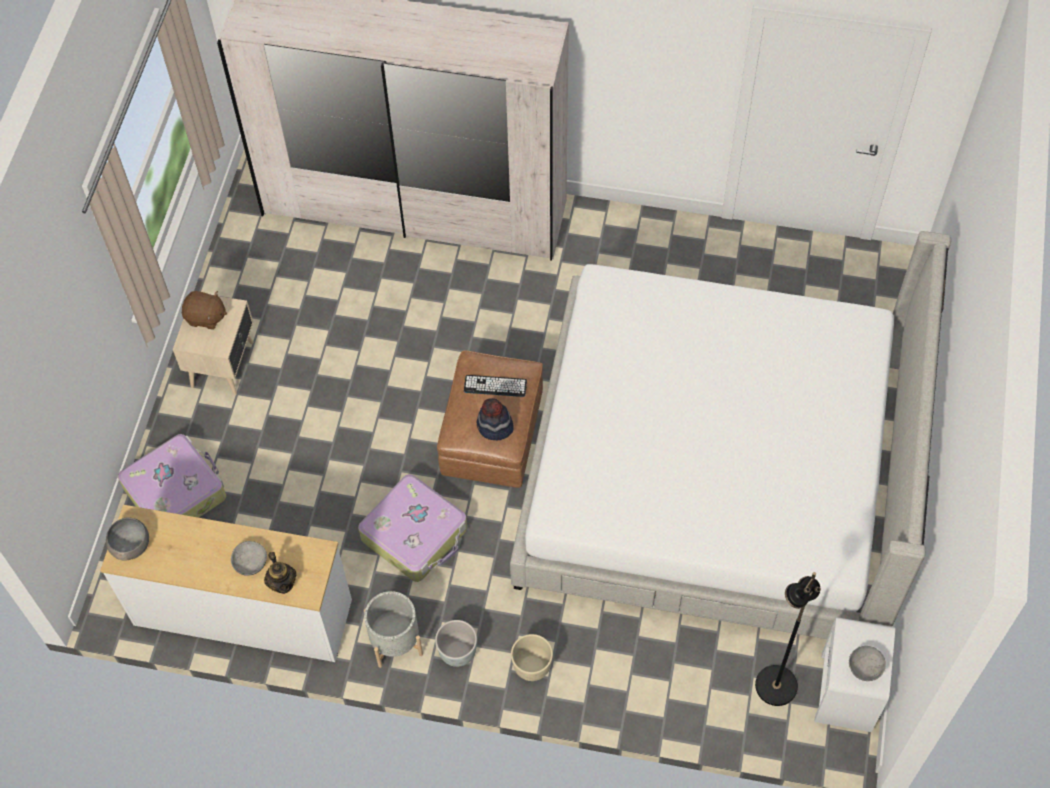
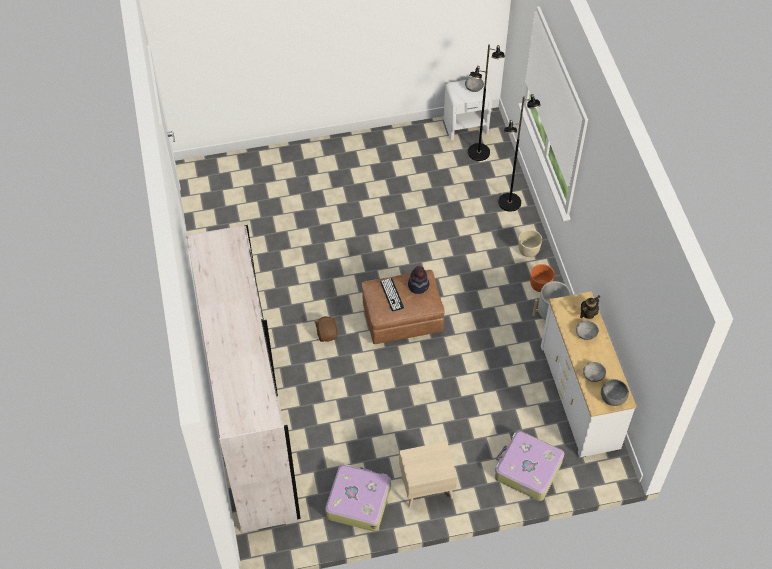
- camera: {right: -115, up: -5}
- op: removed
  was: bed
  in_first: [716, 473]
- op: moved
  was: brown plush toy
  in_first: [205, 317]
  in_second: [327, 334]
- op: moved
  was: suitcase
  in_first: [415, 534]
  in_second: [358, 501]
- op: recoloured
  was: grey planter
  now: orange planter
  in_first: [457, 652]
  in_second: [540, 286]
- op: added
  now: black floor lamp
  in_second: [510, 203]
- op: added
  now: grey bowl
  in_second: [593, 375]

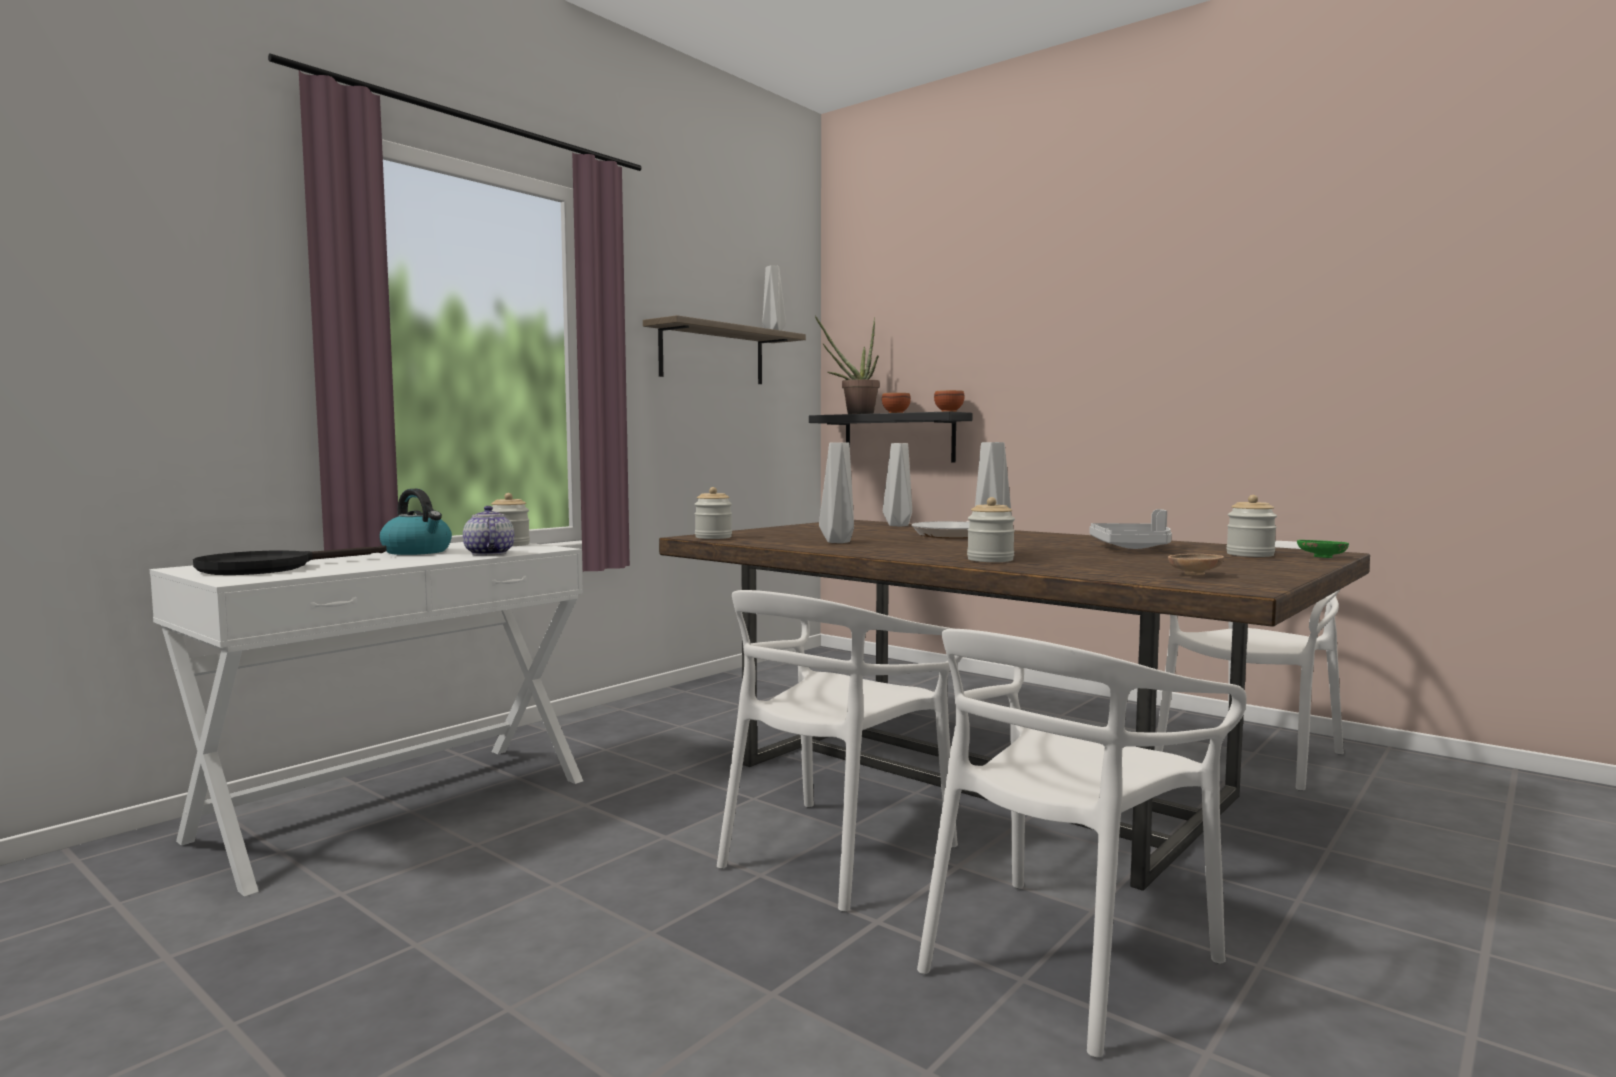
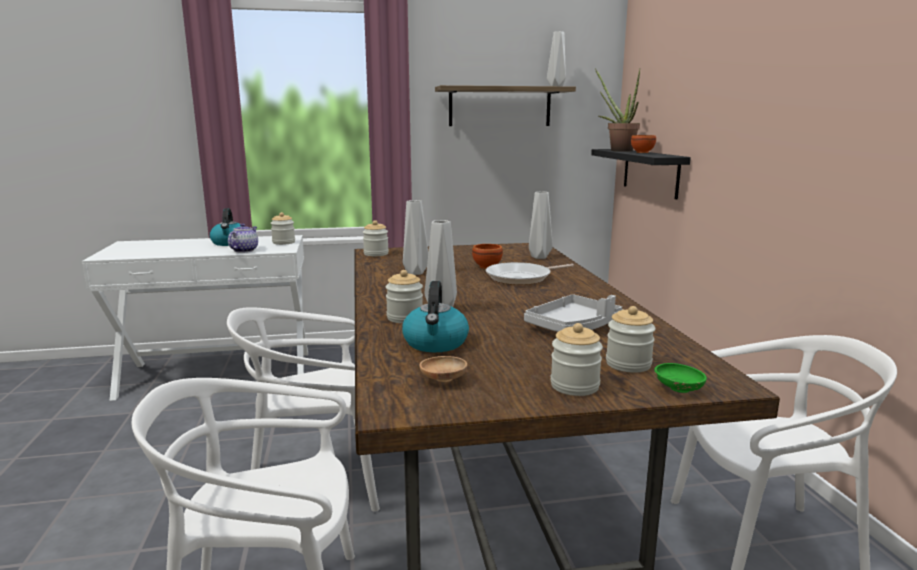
- camera: {right: 40, up: 10}
- op: moved
  was: brown bowl
  in_first: [947, 412]
  in_second: [486, 267]
- op: removed
  was: black frying pan
  in_first: [270, 568]
- op: added
  now: kettle
  in_second: [436, 343]
- op: added
  now: jar
  in_second: [574, 386]

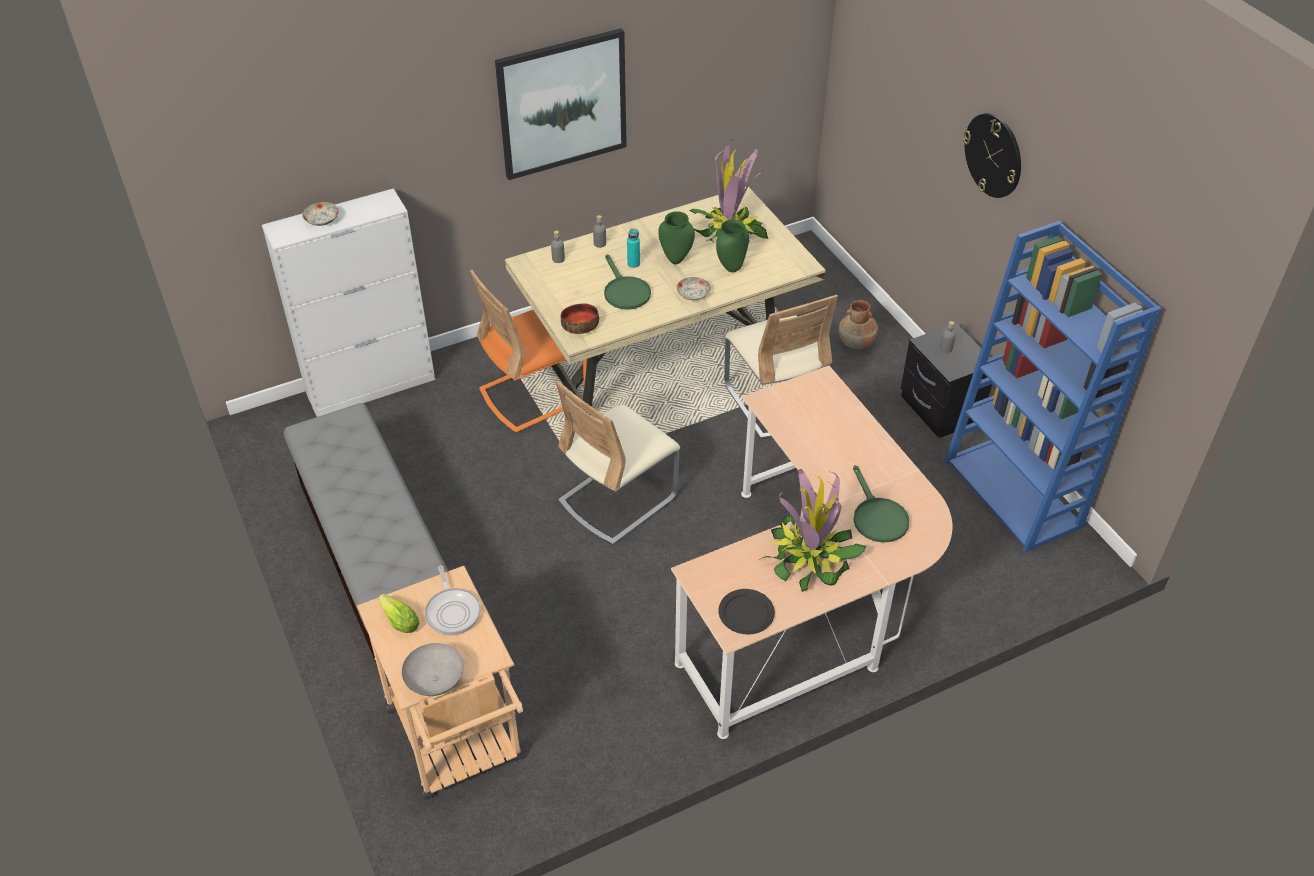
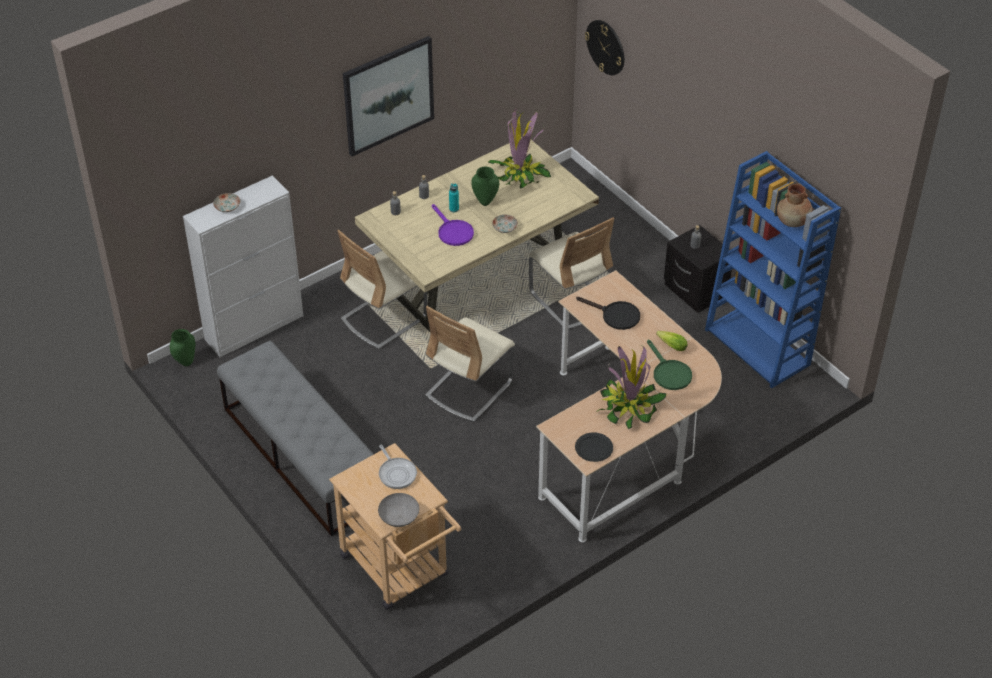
- camera: {right: -10, up: 0}
- op: moved
  was: wall clock
  in_first: [993, 155]
  in_second: [606, 47]
- op: moved
  was: green vase
  in_first: [730, 267]
  in_second: [185, 362]
- op: recoloured
  was: green frying pan
  now: purple frying pan
  in_first: [624, 291]
  in_second: [453, 232]
- op: recoloured
  was: orange chair
  now: beige chair
  in_first: [533, 395]
  in_second: [384, 318]
- op: moved
  was: brown vase
  in_first: [856, 343]
  in_second: [793, 221]
- op: removed
  was: bowl
  in_first: [580, 325]
- op: moved
  was: lettuce
  in_first: [398, 619]
  in_second: [670, 345]
- op: added
  now: black frying pan
  in_second: [615, 316]

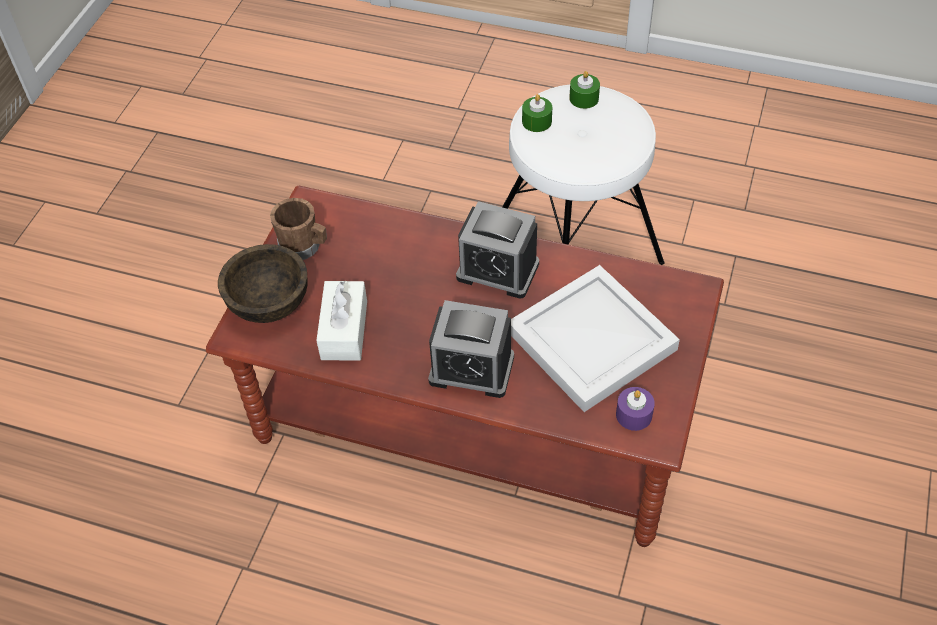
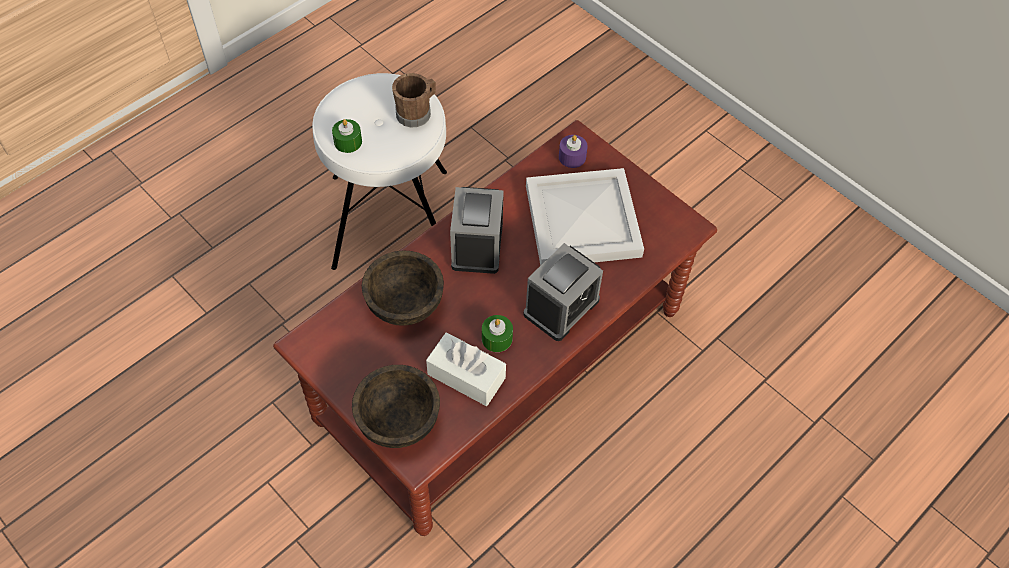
- camera: {right: -65, up: 5}
- op: moved
  was: green candle
  in_first: [584, 98]
  in_second: [497, 338]
- op: moved
  was: brown mug
  in_first: [304, 247]
  in_second: [417, 112]
- op: turned
  was: alarm clock
  in_first: [497, 270]
  in_second: [477, 245]
  clockwise: 135
- op: moved
  was: purple candle
  in_first: [634, 415]
  in_second: [572, 157]
- op: added
  now: brown bowl
  in_second: [404, 303]

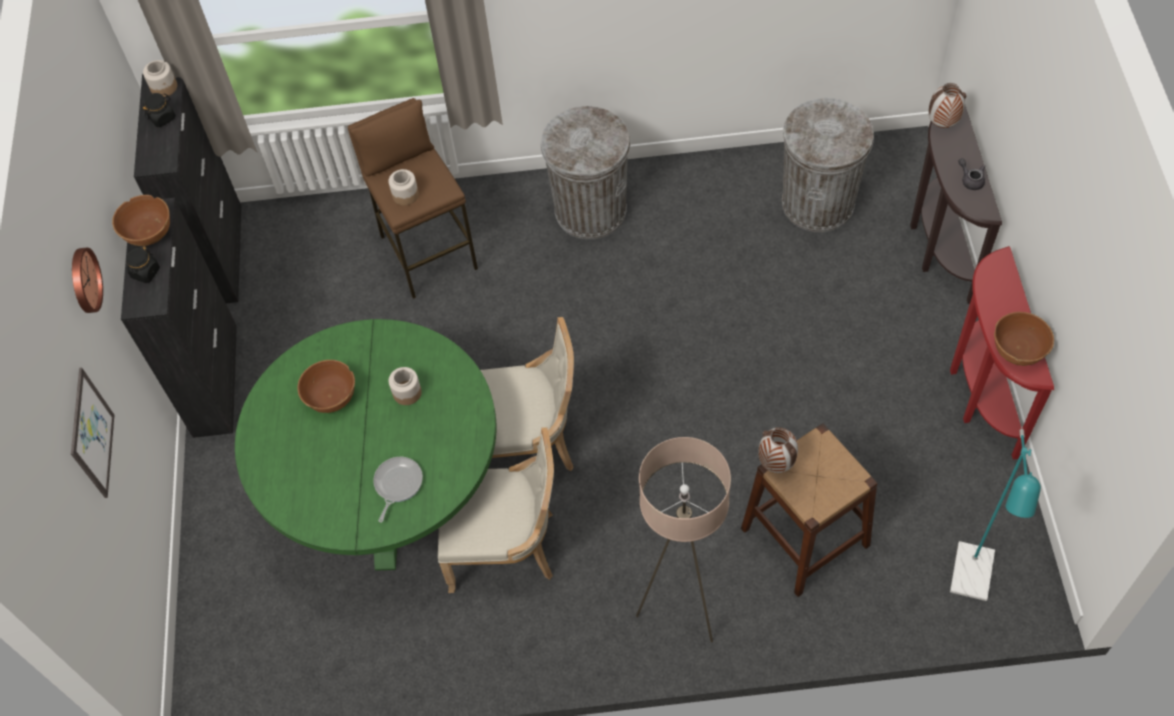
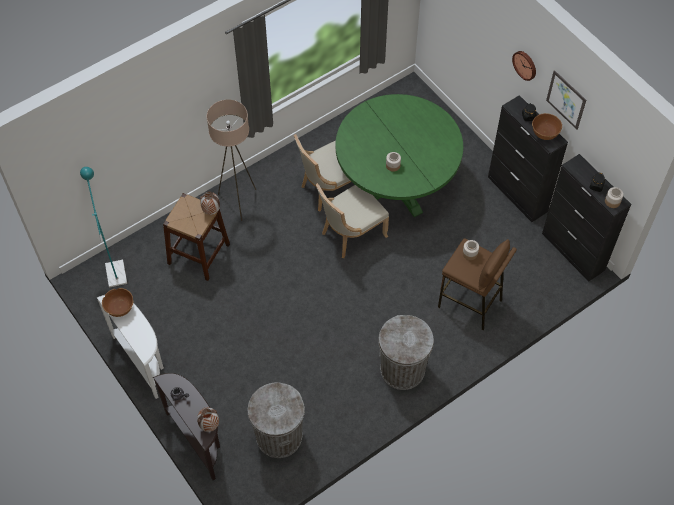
- camera: {right: 145, up: 0}
- op: recoloured
  was: red console table
  now: white console table
  in_first: [979, 395]
  in_second: [143, 361]
- op: removed
  was: brown bowl
  in_first: [331, 396]
- op: moved
  was: picture
  in_first: [92, 433]
  in_second: [566, 100]
- op: removed
  was: frying pan
  in_first: [397, 484]

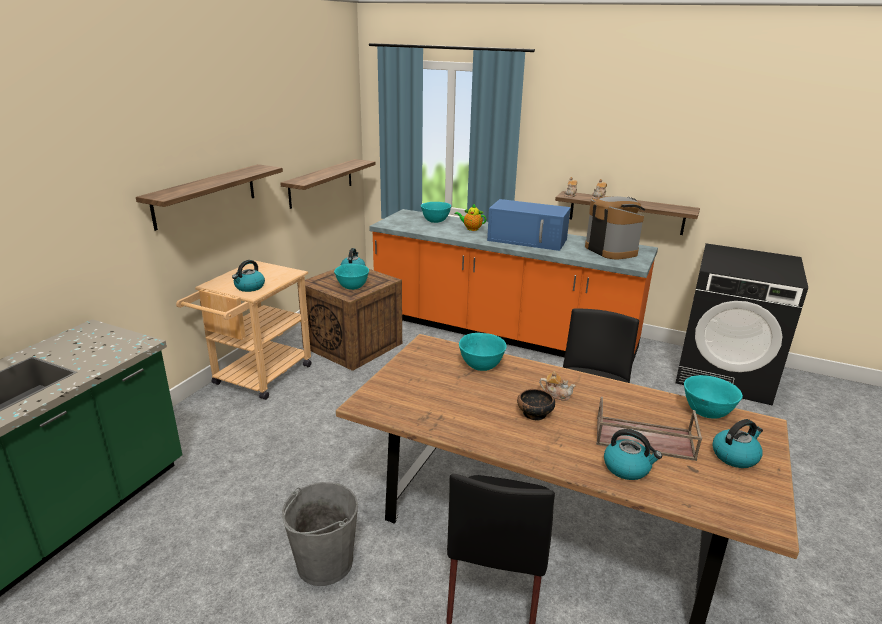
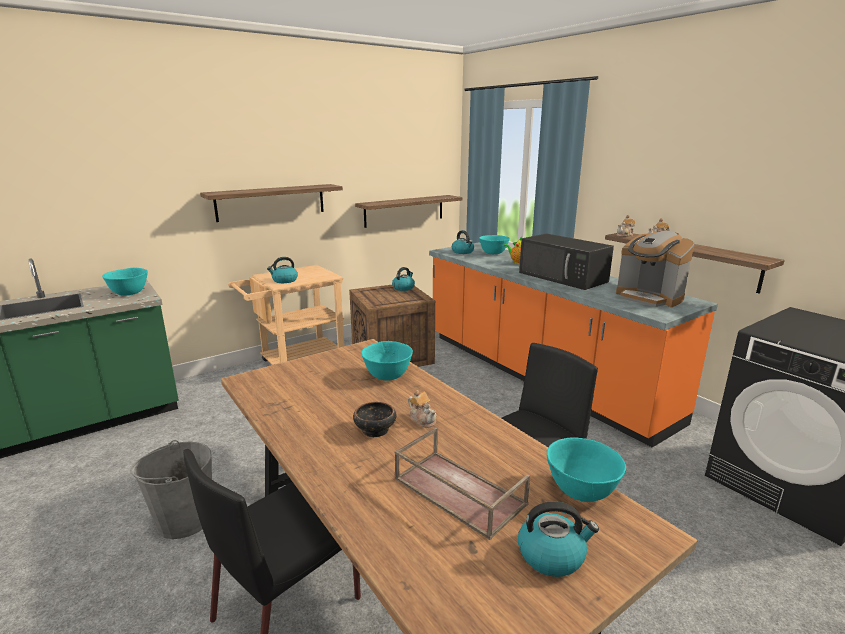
- camera: {right: 30, up: -5}
- op: turned
  was: coffee machine
  in_first: [611, 250]
  in_second: [649, 297]
  clockwise: 135
- op: recoloured
  was: blue microwave
  now: black microwave
  in_first: [528, 240]
  in_second: [564, 277]
- op: moved
  was: turquoise bowl
  in_first: [352, 286]
  in_second: [129, 293]
- op: moved
  was: kettle
  in_first: [627, 468]
  in_second: [463, 252]

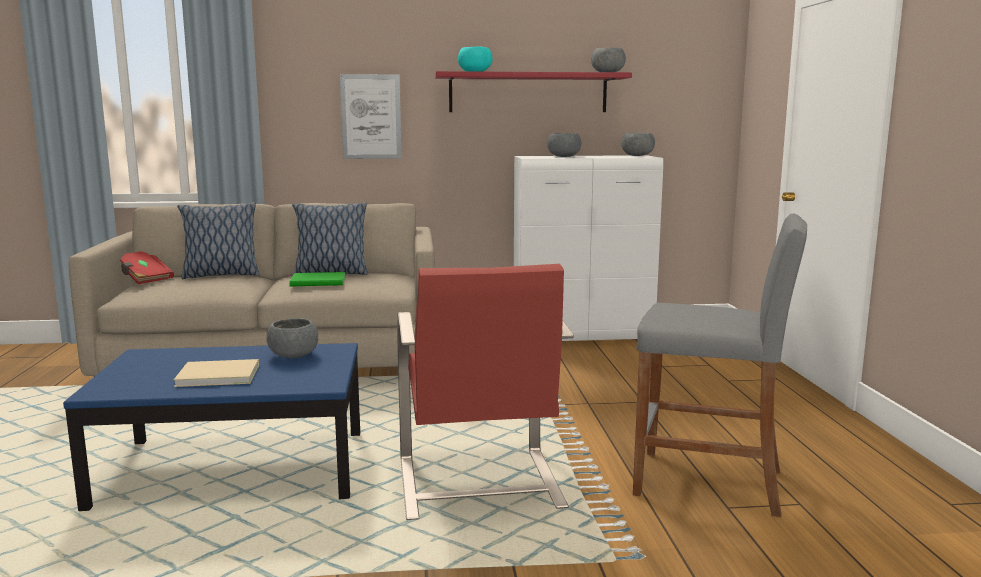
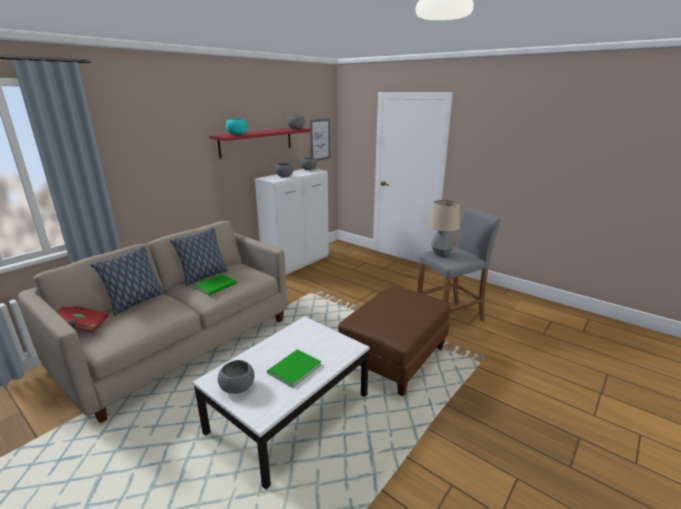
- camera: {right: -45, up: 10}
- op: moved
  was: picture
  in_first: [371, 117]
  in_second: [320, 139]
- op: replaced
  was: red armchair
  now: brown ottoman
  in_first: [479, 484]
  in_second: [394, 358]
- op: moved
  was: grey bowl
  in_first: [293, 356]
  in_second: [237, 388]
- op: recoloured
  was: blue coffee table
  now: white coffee table
  in_first: [235, 468]
  in_second: [289, 412]
- op: recoloured
  was: beige book
  now: green book
  in_first: [216, 375]
  in_second: [293, 369]
- op: added
  now: table lamp
  in_second: [441, 254]

